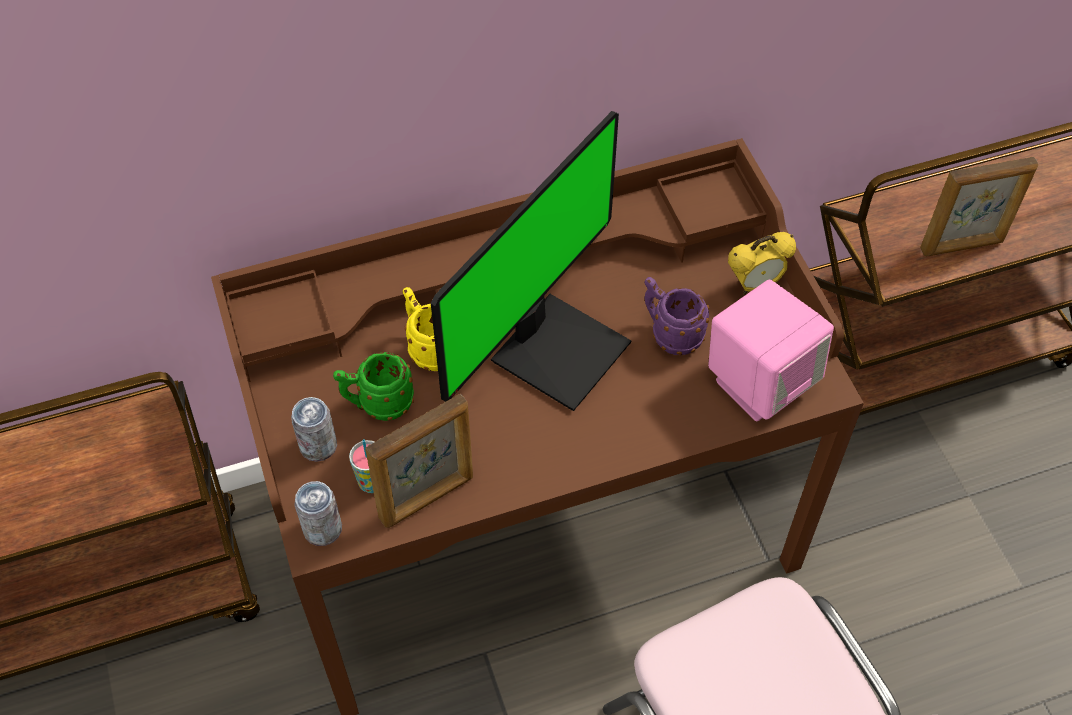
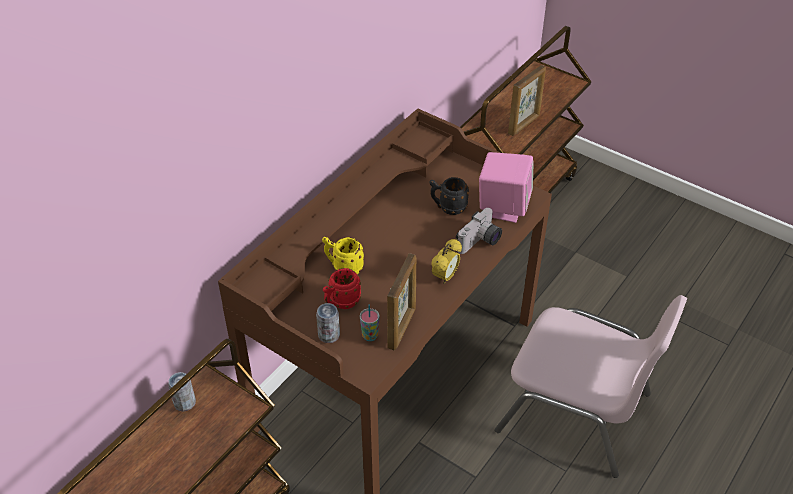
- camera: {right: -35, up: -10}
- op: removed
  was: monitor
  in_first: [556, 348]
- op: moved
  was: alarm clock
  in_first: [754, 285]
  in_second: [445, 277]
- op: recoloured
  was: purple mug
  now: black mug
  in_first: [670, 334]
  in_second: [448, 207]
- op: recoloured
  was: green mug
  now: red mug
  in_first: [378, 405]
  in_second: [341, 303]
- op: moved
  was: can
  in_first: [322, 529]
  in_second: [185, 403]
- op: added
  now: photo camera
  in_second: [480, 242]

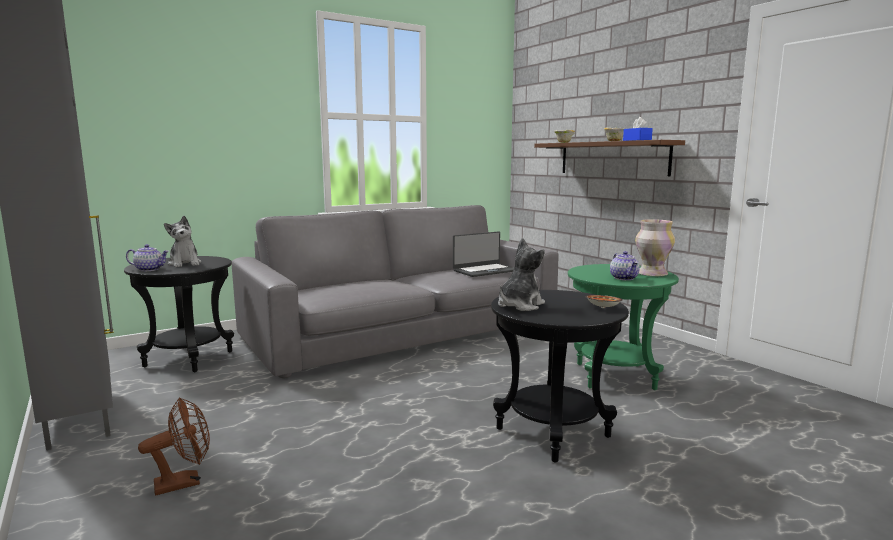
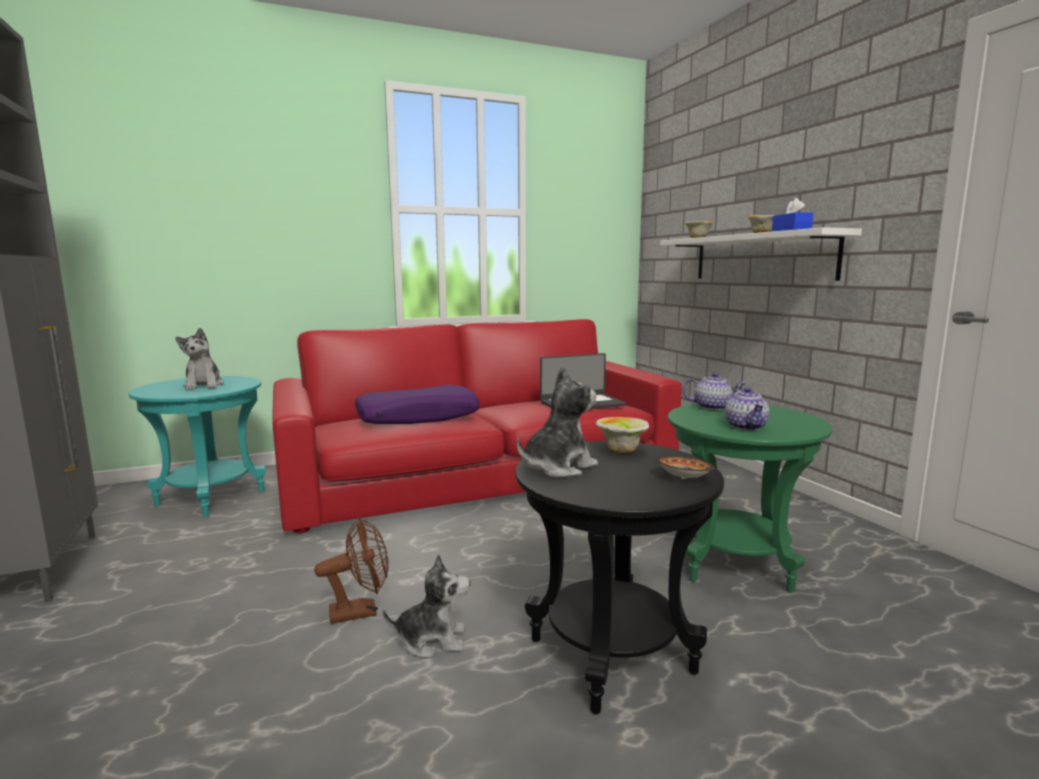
- camera: {right: 10, up: 0}
- op: recoloured
  was: brown shelf
  now: white shelf
  in_first: [612, 158]
  in_second: [761, 257]
- op: recoloured
  was: grey sofa
  now: red sofa
  in_first: [404, 330]
  in_second: [478, 474]
- op: removed
  was: vase
  in_first: [651, 274]
- op: moved
  was: teapot
  in_first: [149, 269]
  in_second: [712, 407]
- op: recoloured
  was: black side table
  now: turquoise side table
  in_first: [189, 359]
  in_second: [211, 499]
- op: moved
  was: brown fan
  in_first: [185, 482]
  in_second: [361, 611]
- op: added
  now: purple pillow
  in_second: [418, 417]
- op: added
  now: bowl
  in_second: [621, 451]
- op: added
  now: plush toy
  in_second: [432, 640]

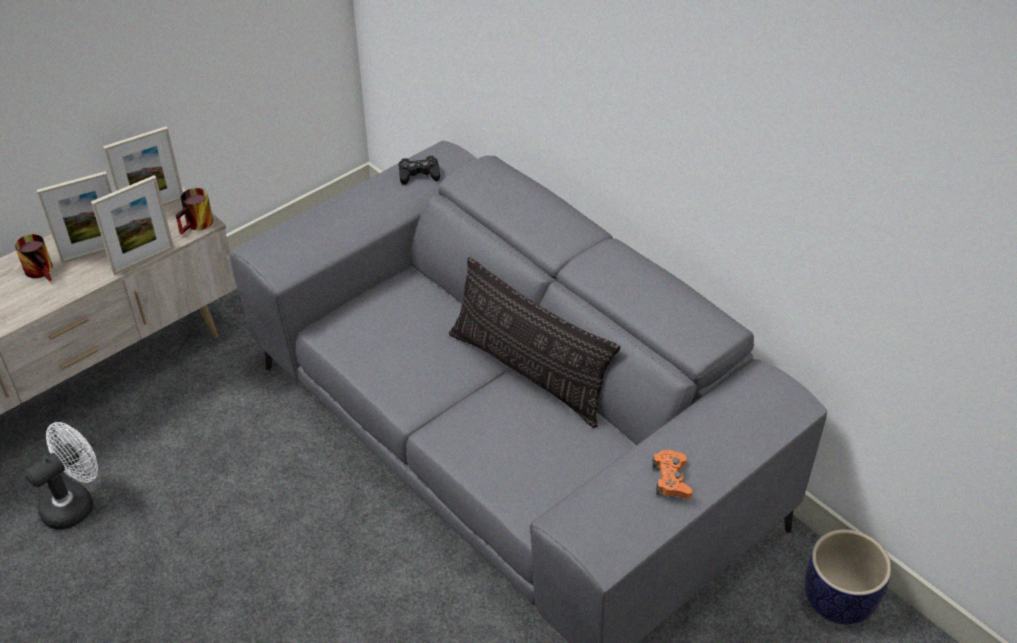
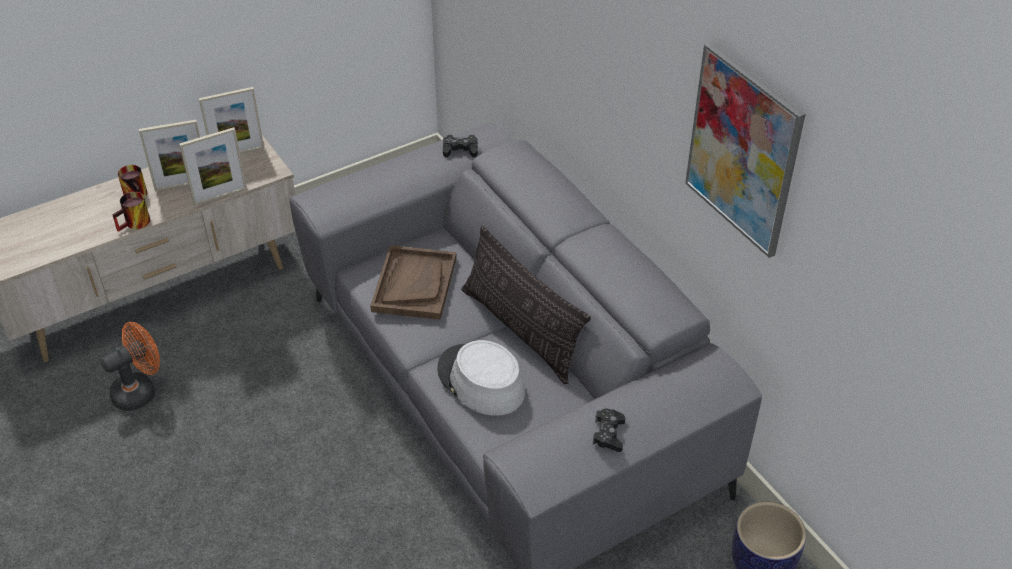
- camera: {right: 10, up: 0}
- op: moved
  was: mug
  in_first: [198, 225]
  in_second: [135, 224]
- op: recoloured
  was: white fan
  now: orange fan
  in_first: [75, 503]
  in_second: [140, 390]
- op: recoloured
  was: orange game controller
  now: black game controller
  in_first: [671, 479]
  in_second: [608, 434]
- op: added
  now: picture
  in_second: [743, 150]
- op: added
  now: brown tray
  in_second: [414, 284]
- op: added
  now: grey hat
  in_second: [480, 381]

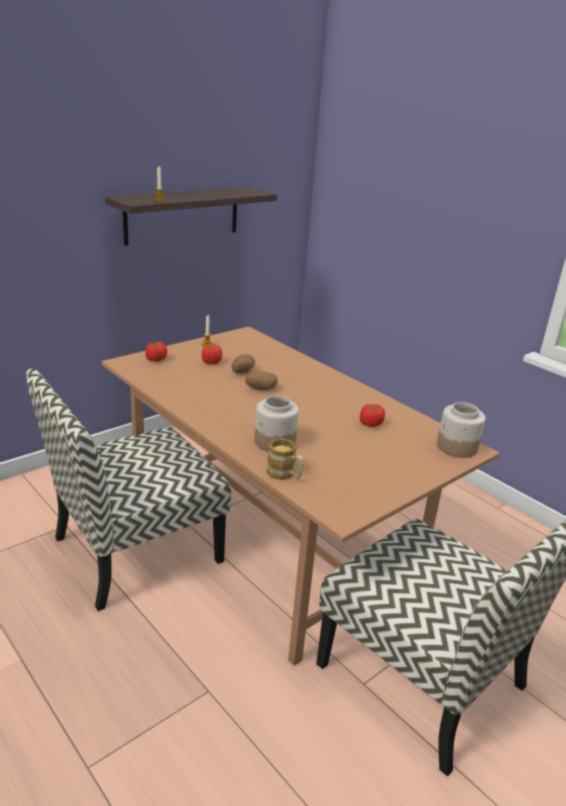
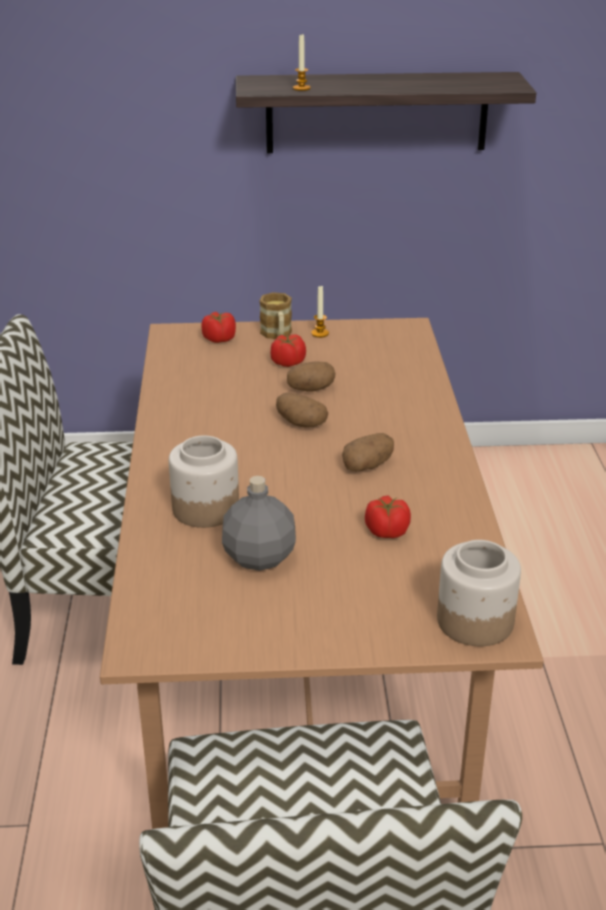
- camera: {right: 40, up: 5}
- op: moved
  was: mug
  in_first: [285, 474]
  in_second: [277, 335]
- op: added
  now: potato
  in_second: [367, 466]
- op: added
  now: grey bottle
  in_second: [258, 557]

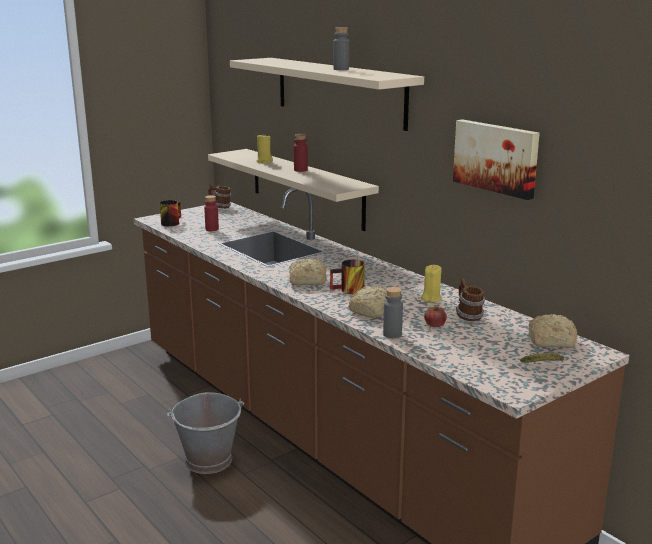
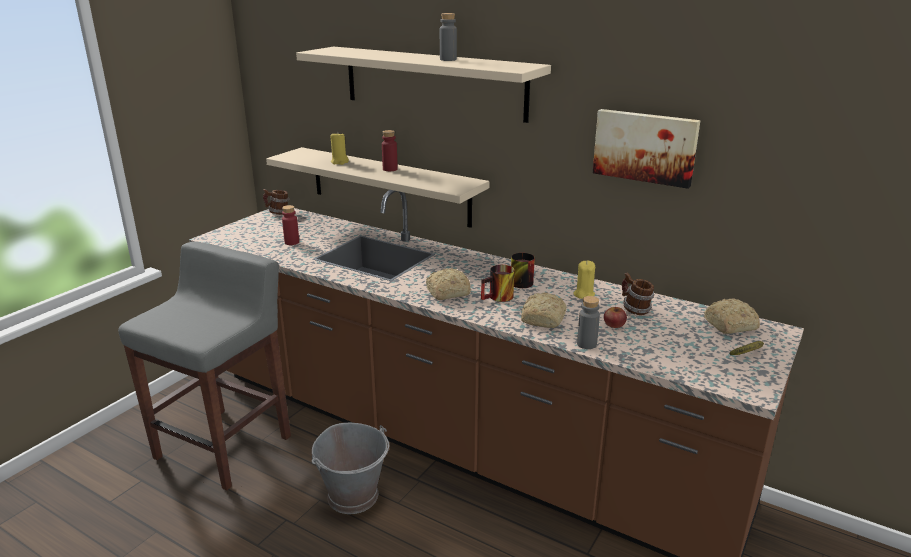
- camera: {right: -20, up: 5}
- op: moved
  was: mug
  in_first: [170, 222]
  in_second: [519, 281]
- op: added
  now: grey stool
  in_second: [225, 446]

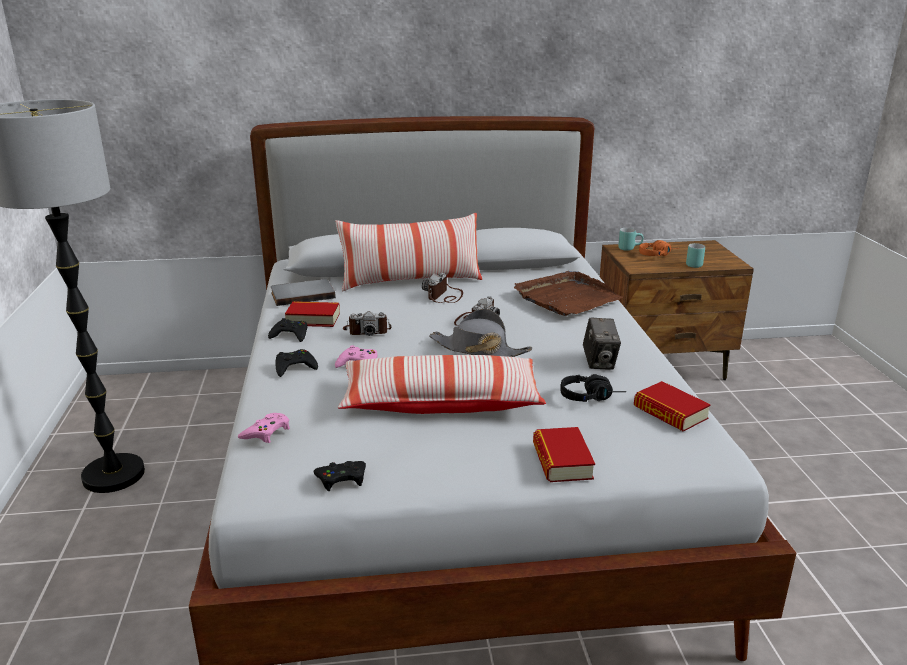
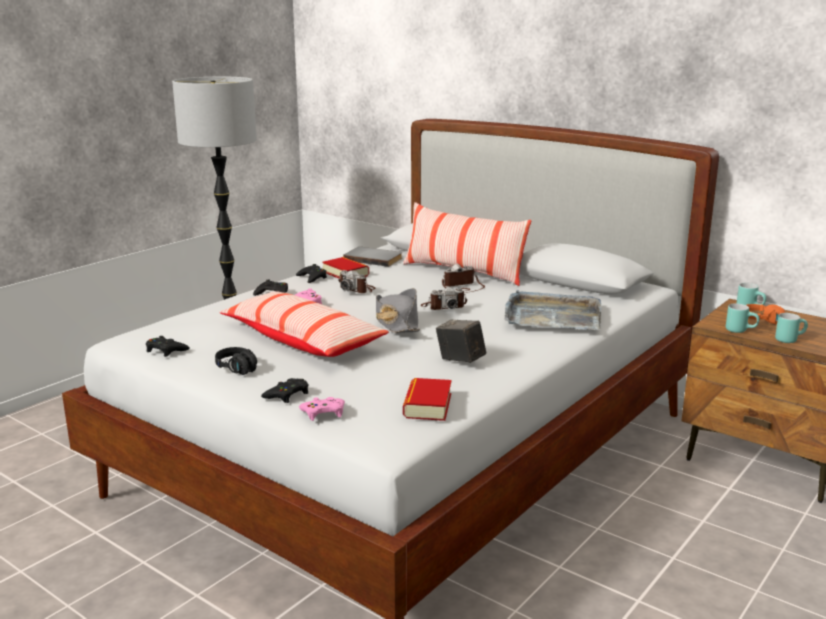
- camera: {right: 45, up: -5}
- op: recoloured
  was: brown tray
  now: grey tray
  in_first: [566, 298]
  in_second: [552, 316]
- op: turned
  was: photo camera
  in_first: [599, 362]
  in_second: [460, 360]
  clockwise: 90
- op: moved
  was: black headphones
  in_first: [591, 397]
  in_second: [241, 370]
- op: moved
  was: pink game controller
  in_first: [266, 432]
  in_second: [323, 413]
- op: replaced
  was: book
  now: black game controller
  in_first: [562, 461]
  in_second: [287, 395]
- op: added
  now: turquoise mug
  in_second: [740, 330]

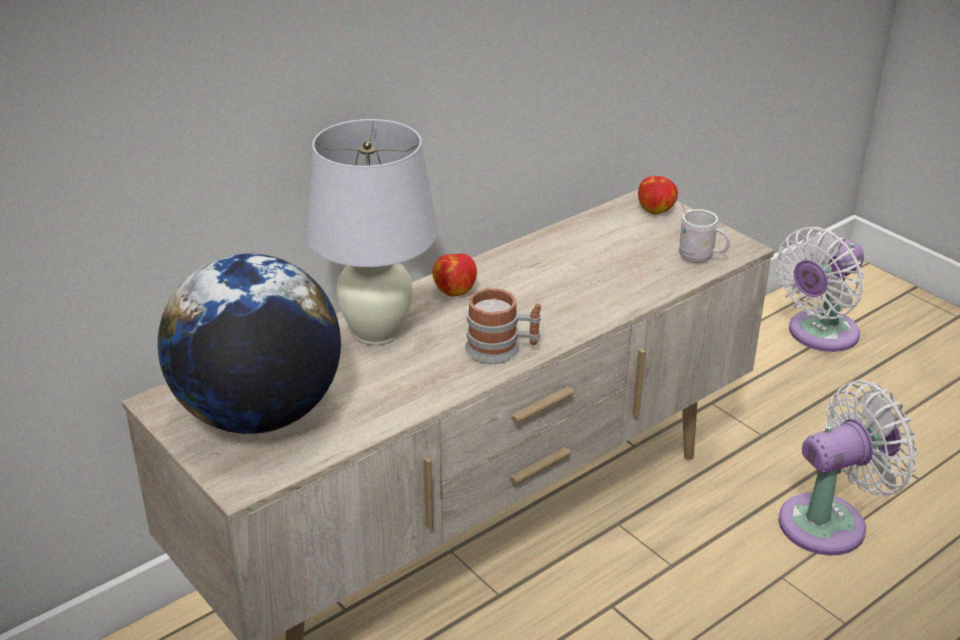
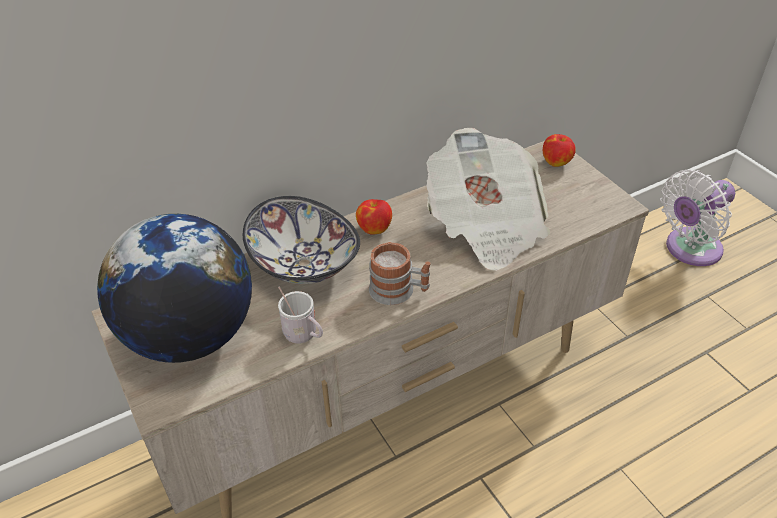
- camera: {right: 10, up: 10}
- op: replaced
  was: white table lamp
  now: bowl
  in_first: [377, 333]
  in_second: [303, 264]
- op: moved
  was: white mug
  in_first: [701, 258]
  in_second: [304, 336]
- op: removed
  was: white fan
  in_first: [830, 522]
- op: added
  now: newspaper
  in_second: [485, 225]

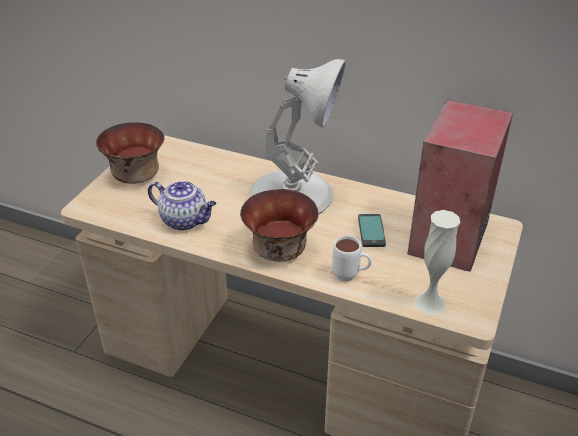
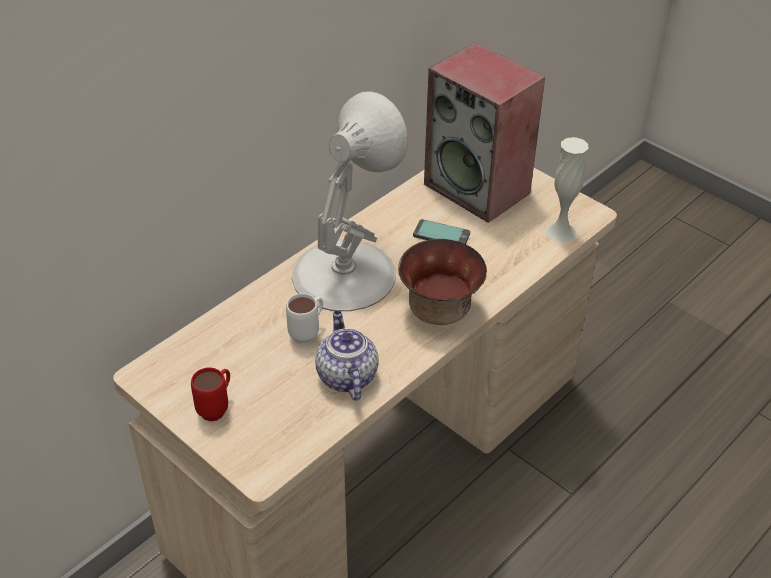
- camera: {right: -70, up: 5}
- op: replaced
  was: bowl
  now: red mug
  in_first: [135, 175]
  in_second: [217, 408]
- op: turned
  was: teapot
  in_first: [185, 220]
  in_second: [346, 376]
  clockwise: -60
- op: moved
  was: white mug
  in_first: [350, 276]
  in_second: [308, 333]

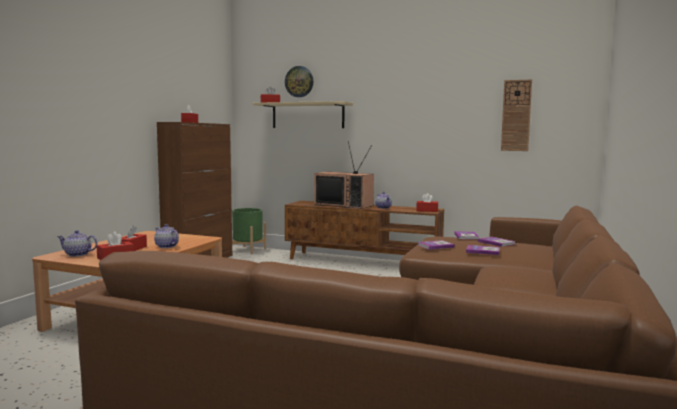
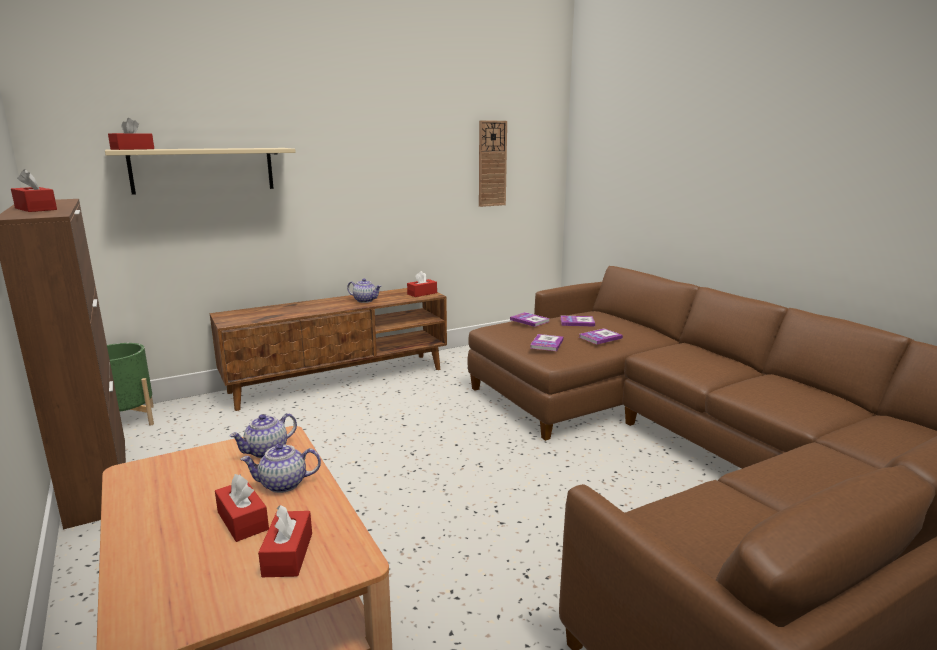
- camera: {right: -50, up: 10}
- op: removed
  was: wall clock
  in_first: [299, 81]
- op: removed
  was: television
  in_first: [345, 205]
- op: moved
  was: teapot
  in_first: [77, 254]
  in_second: [266, 451]

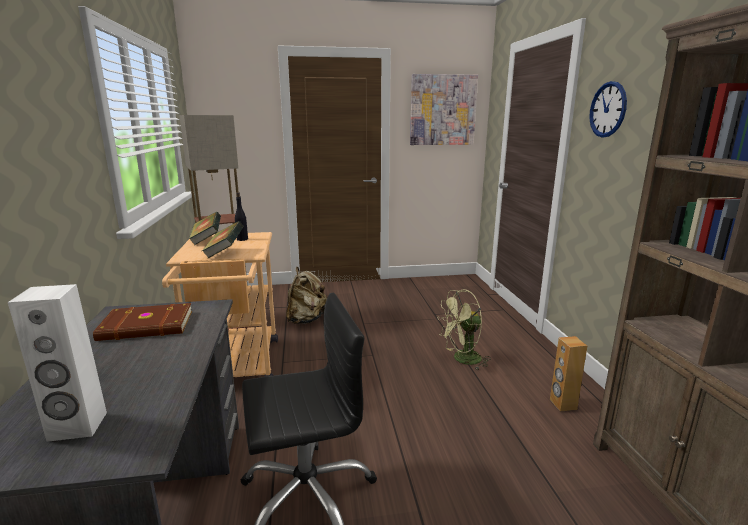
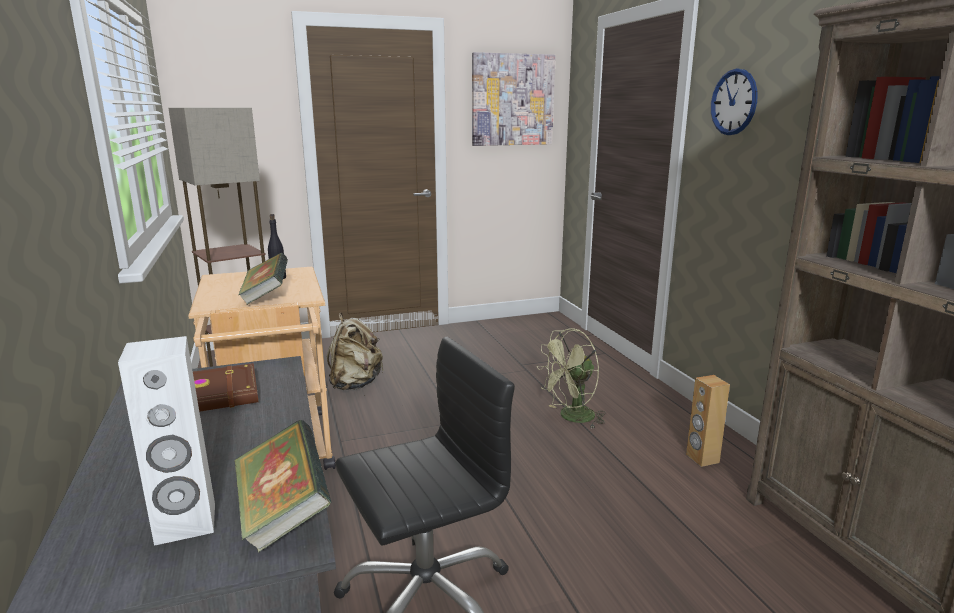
- camera: {right: -10, up: 0}
- op: moved
  was: book
  in_first: [207, 240]
  in_second: [283, 514]

